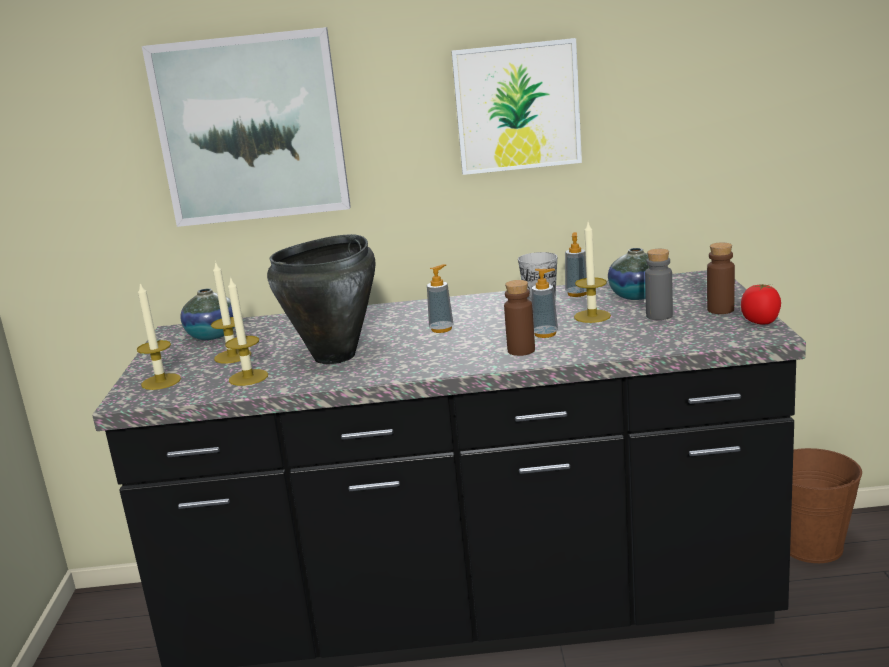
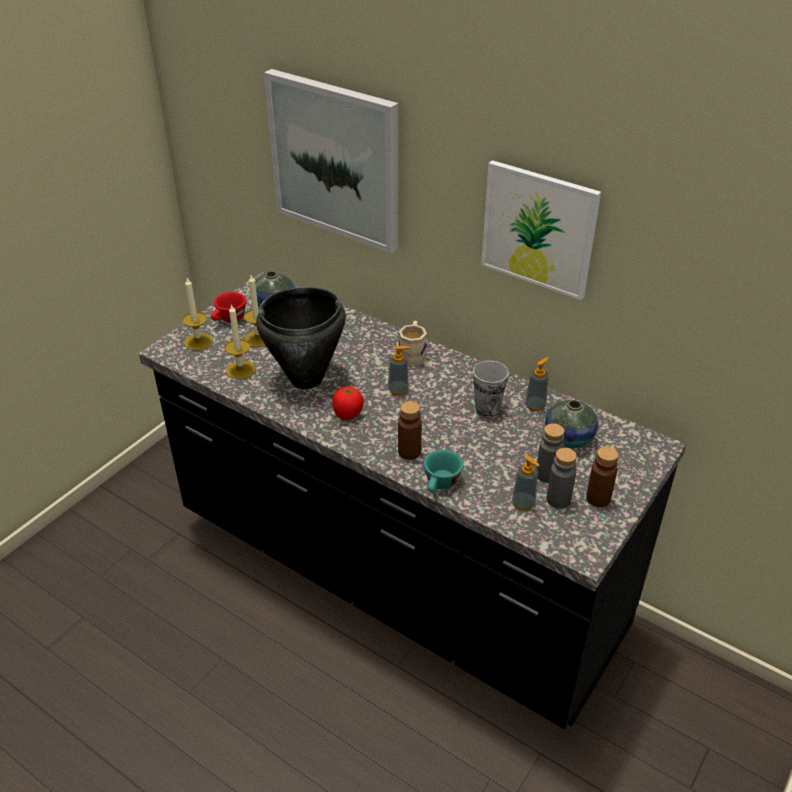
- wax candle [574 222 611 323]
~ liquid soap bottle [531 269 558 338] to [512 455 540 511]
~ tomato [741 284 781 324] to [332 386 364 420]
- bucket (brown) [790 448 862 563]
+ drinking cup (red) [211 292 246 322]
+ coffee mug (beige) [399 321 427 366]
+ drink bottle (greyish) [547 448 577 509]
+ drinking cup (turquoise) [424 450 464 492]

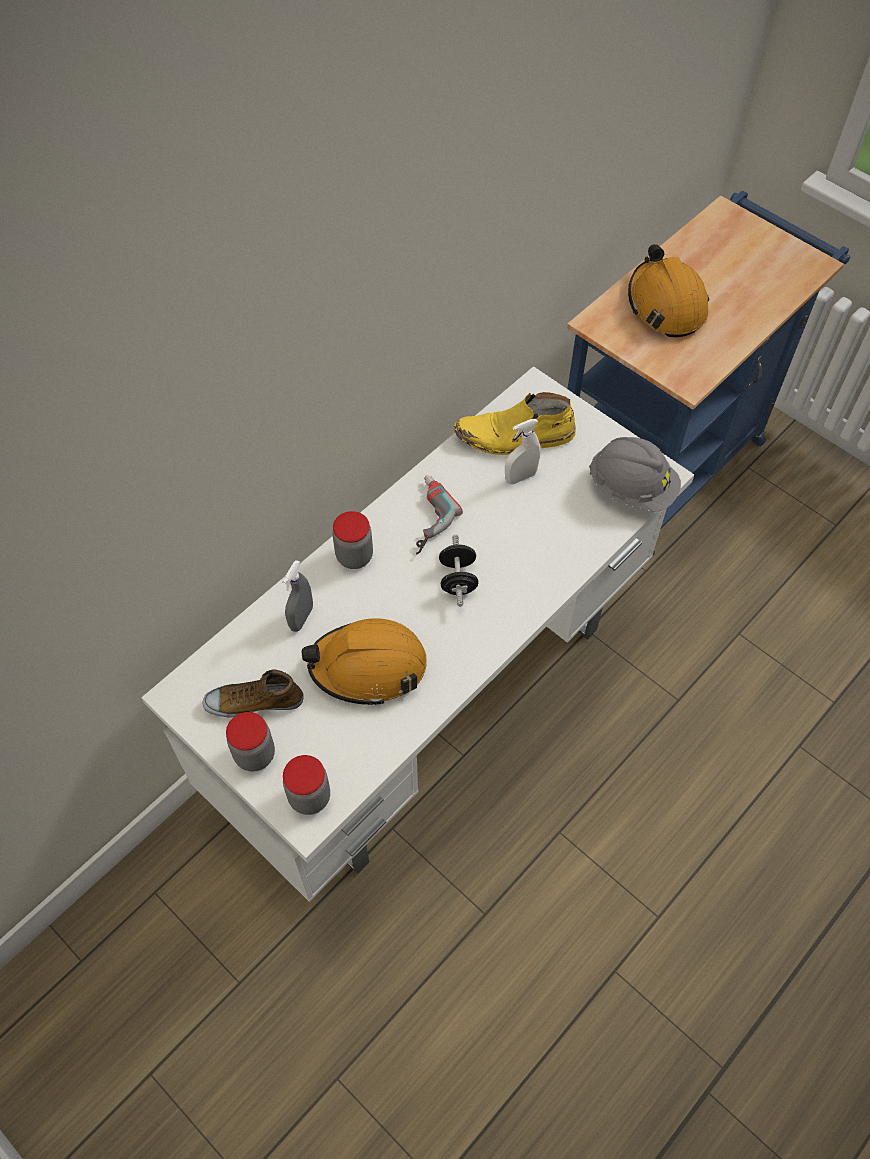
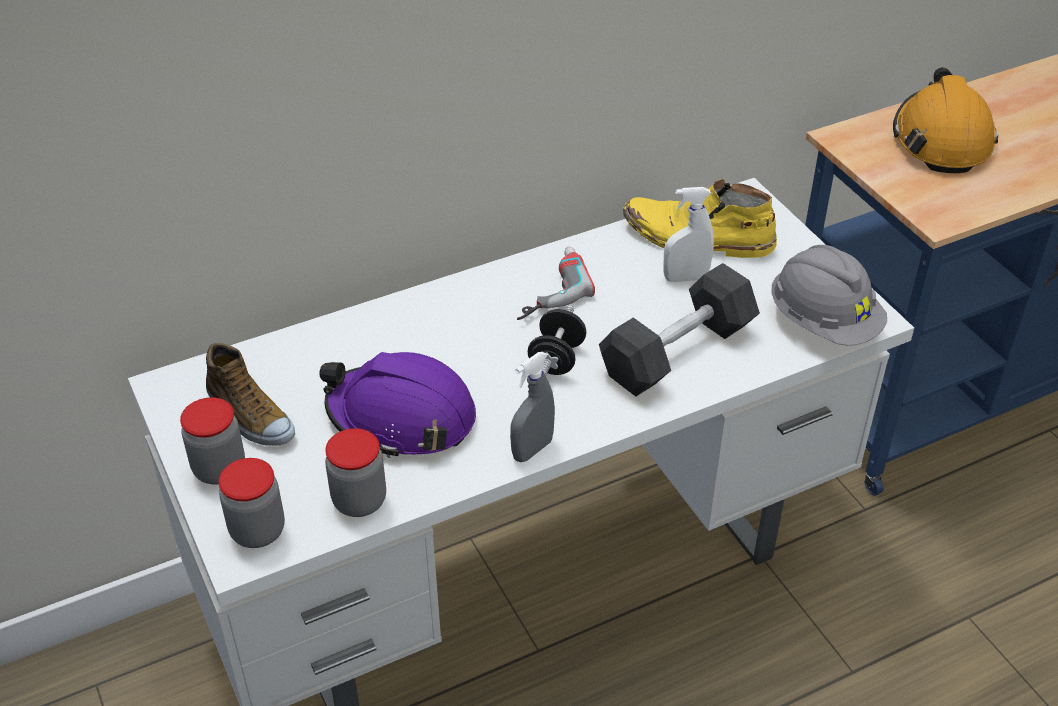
~ storage jar [332 511 373 569] to [325 428 386 517]
~ spray bottle (greyish) [282 560 313 632] to [510 352 555 462]
~ safety helmet (orange-coloured) [302 618 427 705] to safety helmet (purplish) [319 352 476 458]
~ low shoe [202 669 304 718] = [206 343 295 446] 150 degrees counterclockwise
+ hand weight (blackish) [599 263 760 396]

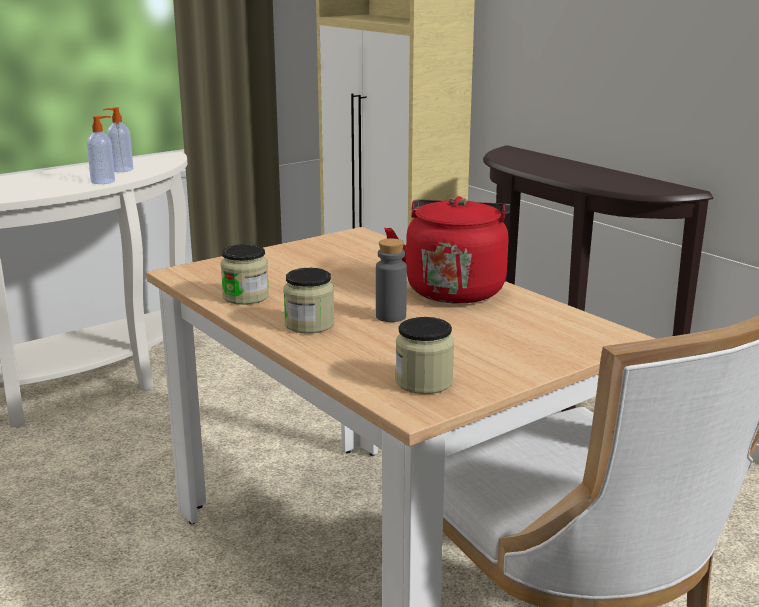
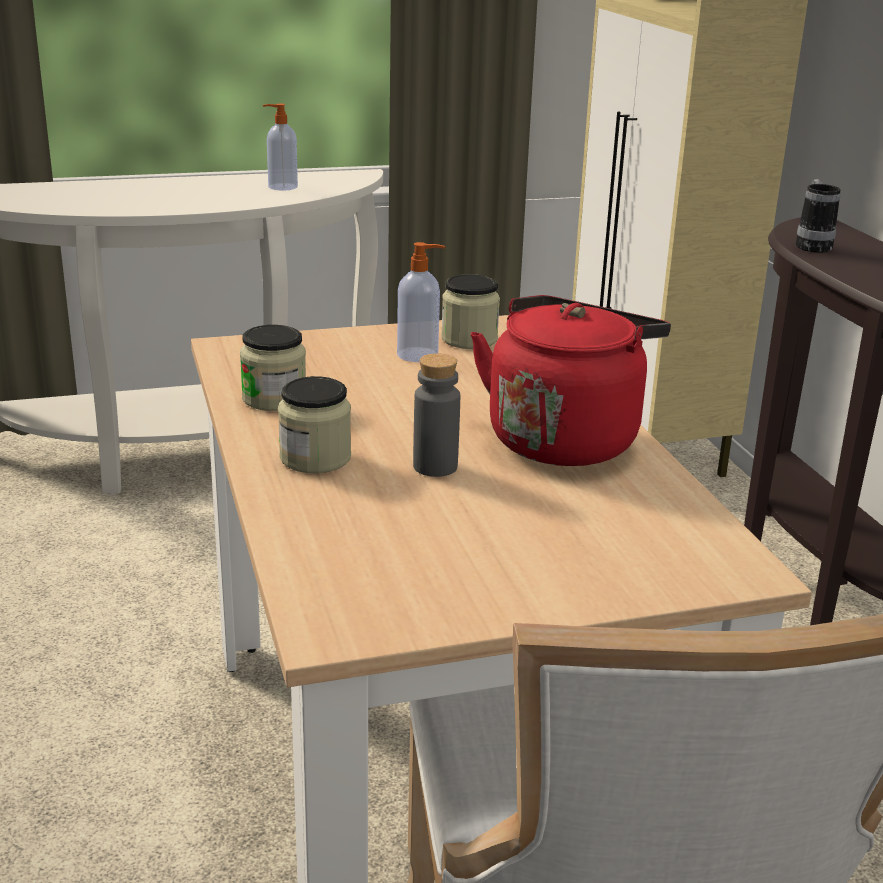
~ liquid soap bottle [87 116 115 184] to [397 242 445 362]
~ storage jar [395 317 454 394] to [441 274 500 349]
+ coffee mug [796 179 841 253]

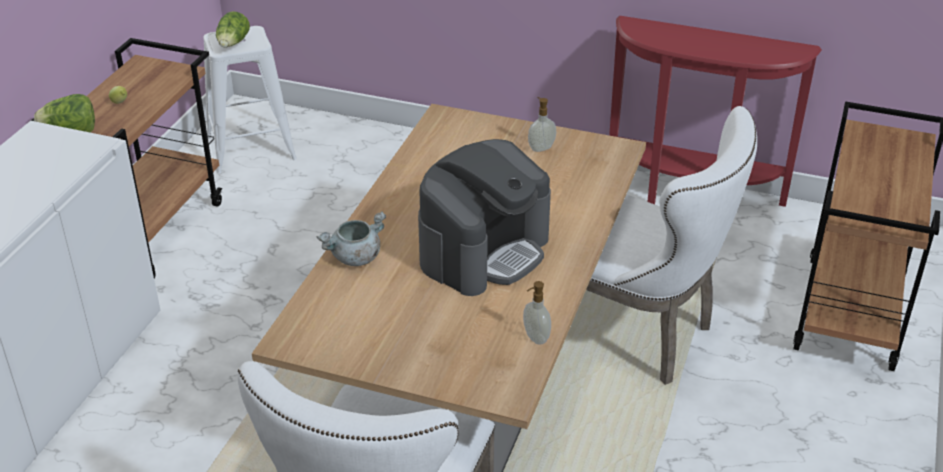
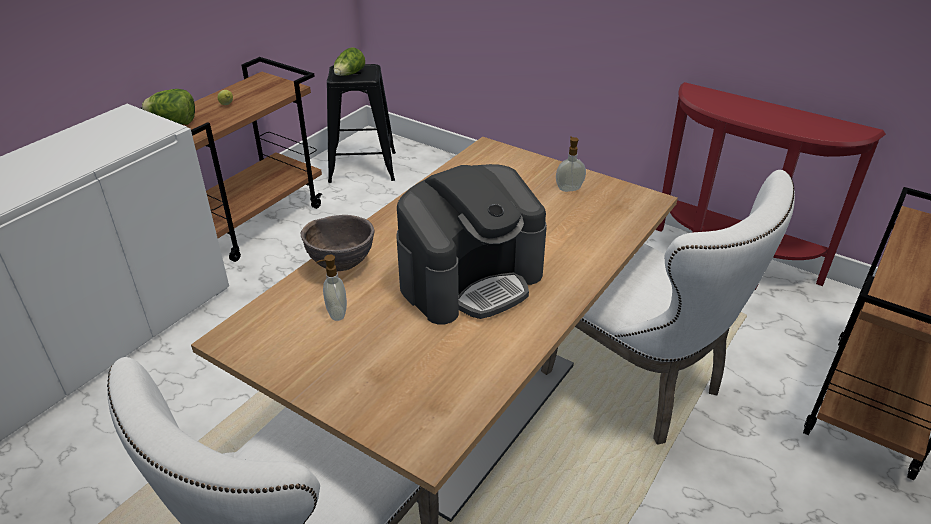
~ stool (whitish) [203 26 297 173] to stool (blackish) [327 64 396 183]
~ stockpot (greyish) [317 211 386 266] to serving bowl (brown) [301 215 374 271]
~ liquid soap bottle [523 281 551 345] to [316 255 347 321]

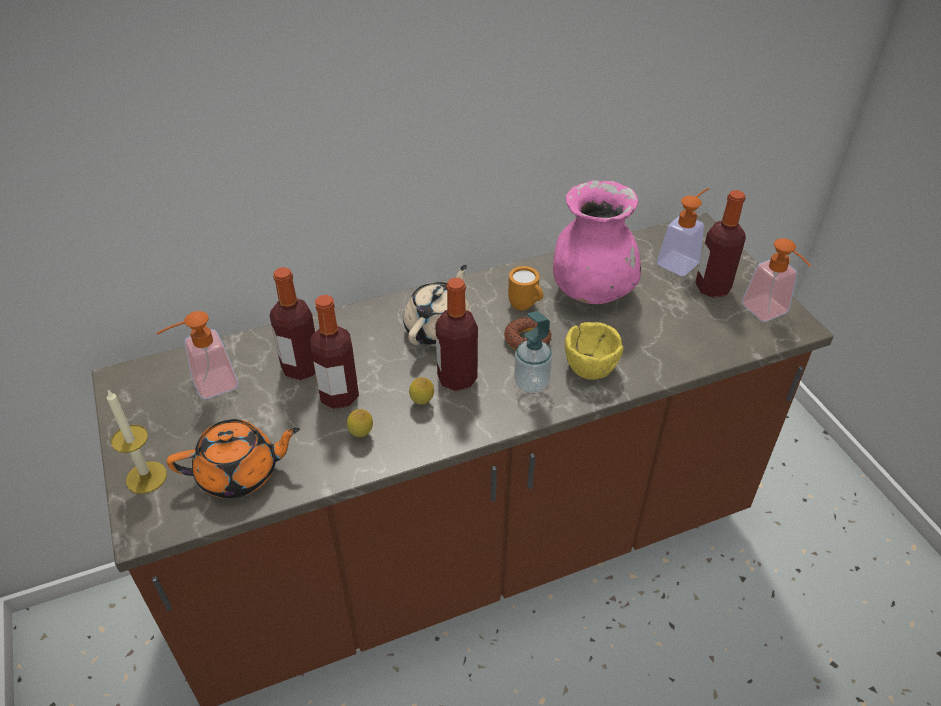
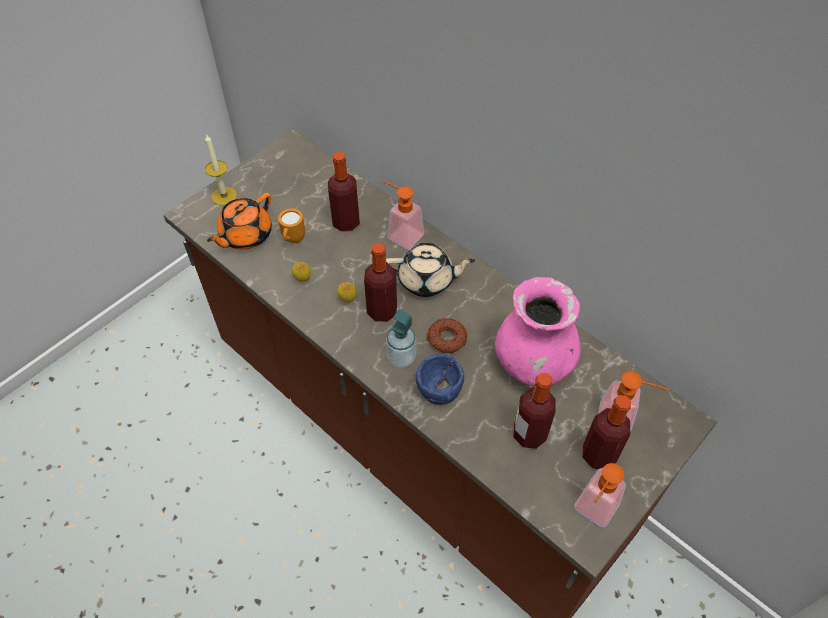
~ coffee mug (orange-coloured) [508 266 543 311] to [278 208 305 243]
~ drink bottle [310 295 359 409] to [513 373 556 449]
~ liquid soap bottle [156 311 239 399] to [382 181 424 250]
~ serving bowl (yellow) [565 322 624 380] to serving bowl (blue) [416 354 464 405]
~ tea pot (orange-coloured) [167 419 300 499] = [207 193 272 250] 75 degrees clockwise

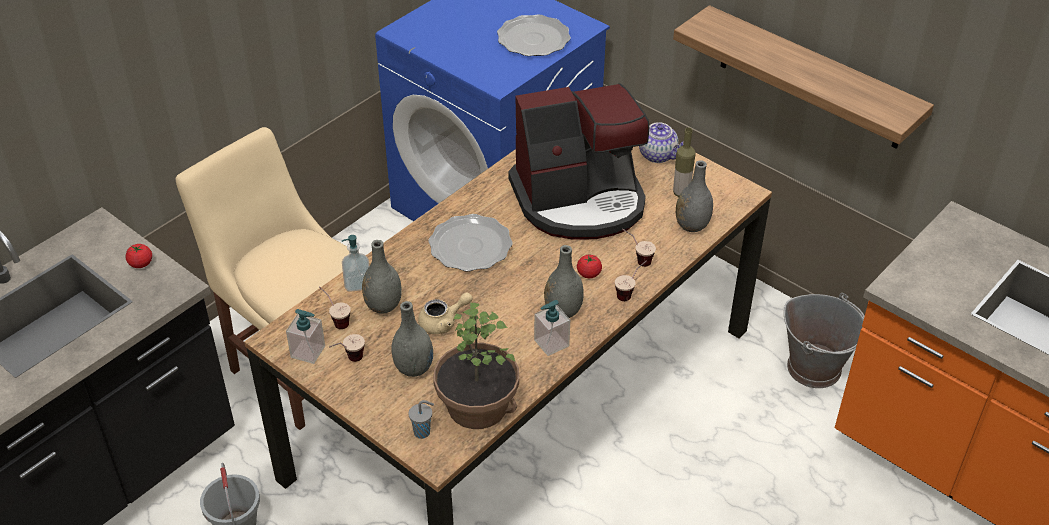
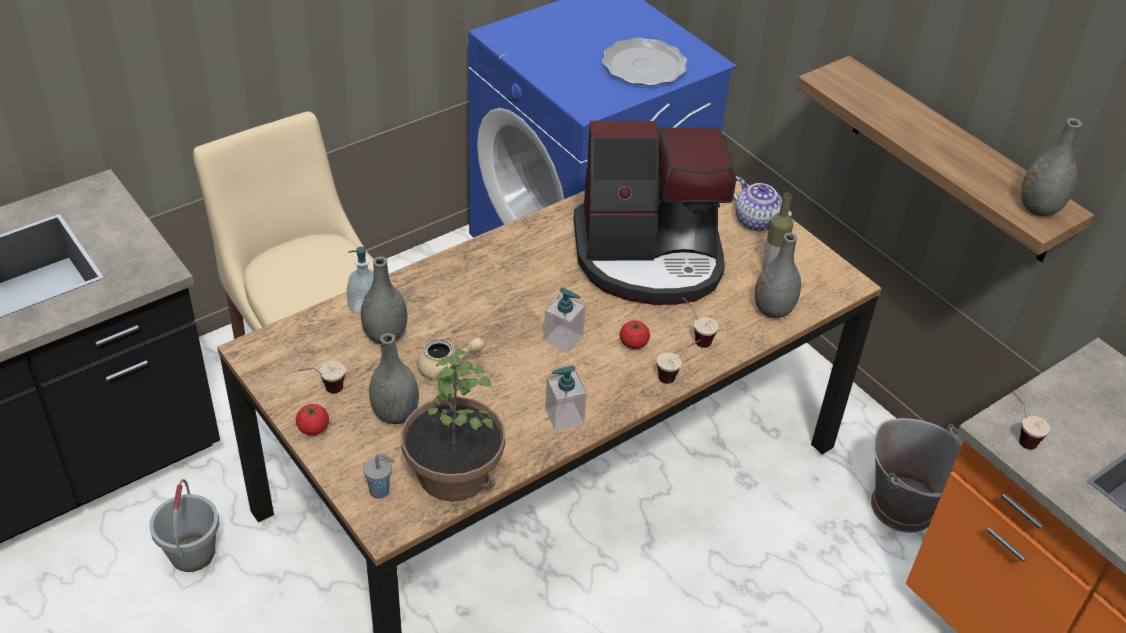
- plate [428 214 513 272]
~ tomato [125 244 152 268] to [296 404 329 435]
~ flower vase (greyish) [544 245 584 318] to [1021 118 1082 217]
~ drinking cup [319 286 351 329] to [1013 391 1050 450]
~ liquid soap bottle [286 309 325 364] to [543 287 586 353]

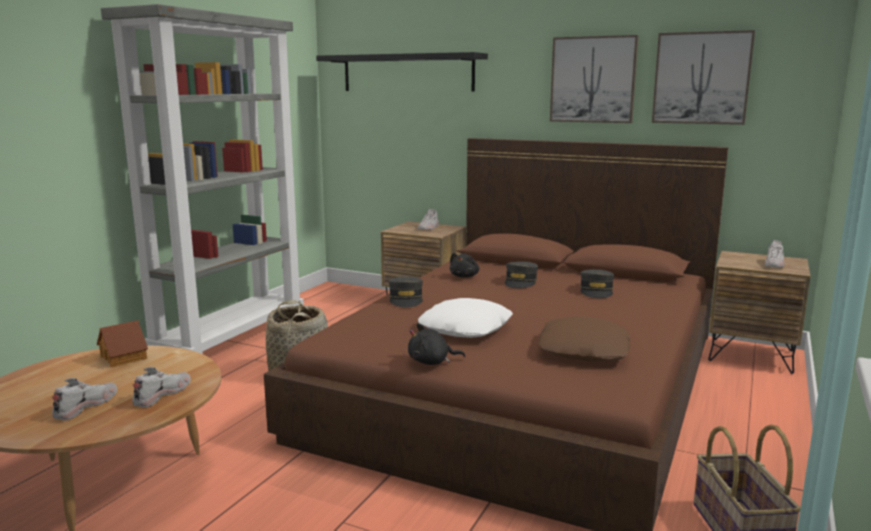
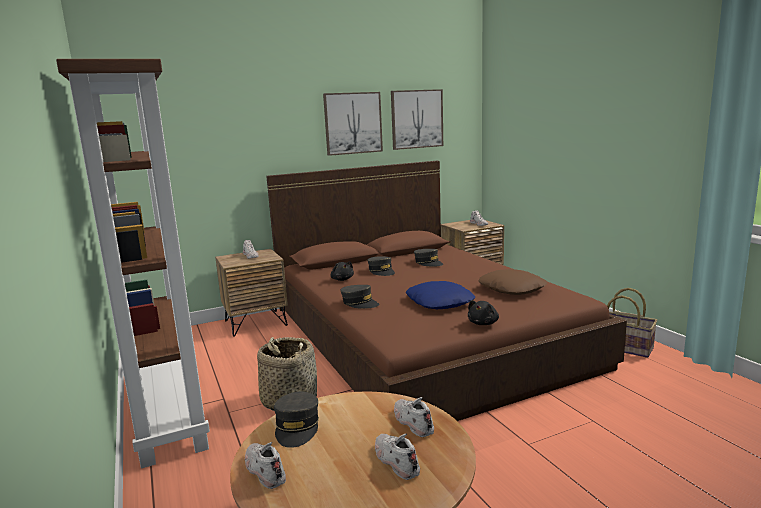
~ bookshelf (greyish) [101 4 304 354] to bookshelf (brown) [56 59 210 468]
- shelf (blackish) [316 52 488 91]
~ throw pillow (whitish) [418 298 513 338] to throw pillow (blue) [406 281 475 309]
~ miniature house [97 320 148 368] to peaked cap (greyish) [274 392 319 448]
+ low shoe (whitish) [245 442 286 489]

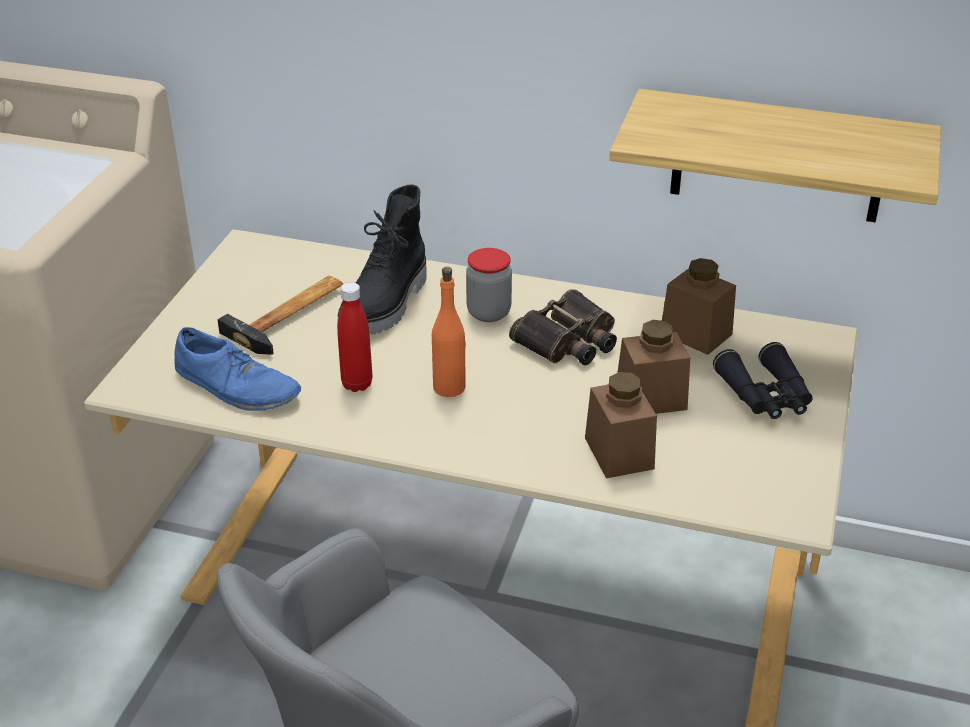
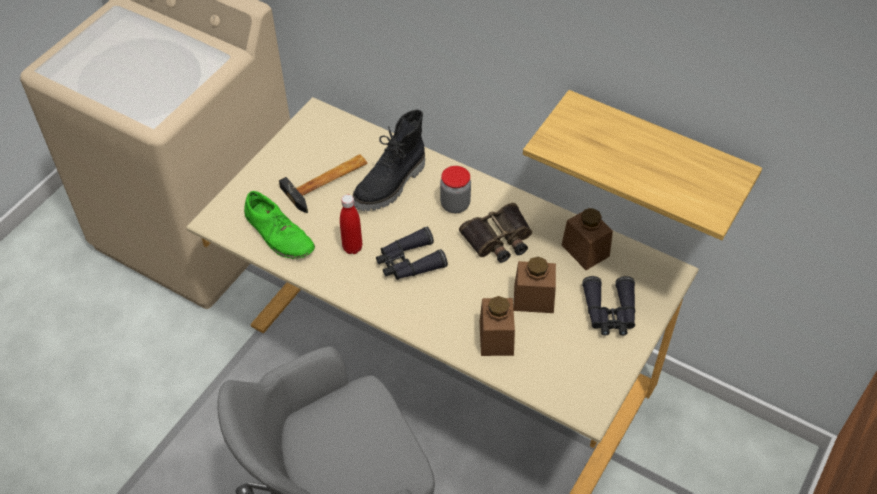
~ drink bottle (orange-coloured) [432 267 466 397] to pair of binoculars (blackish) [376 227 448 280]
~ low shoe (blue) [174 327 301 411] to low shoe (green-coloured) [244 191 315 259]

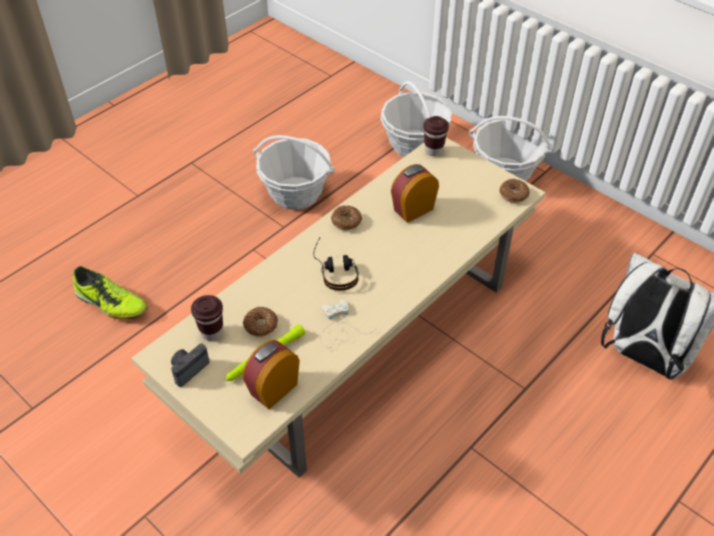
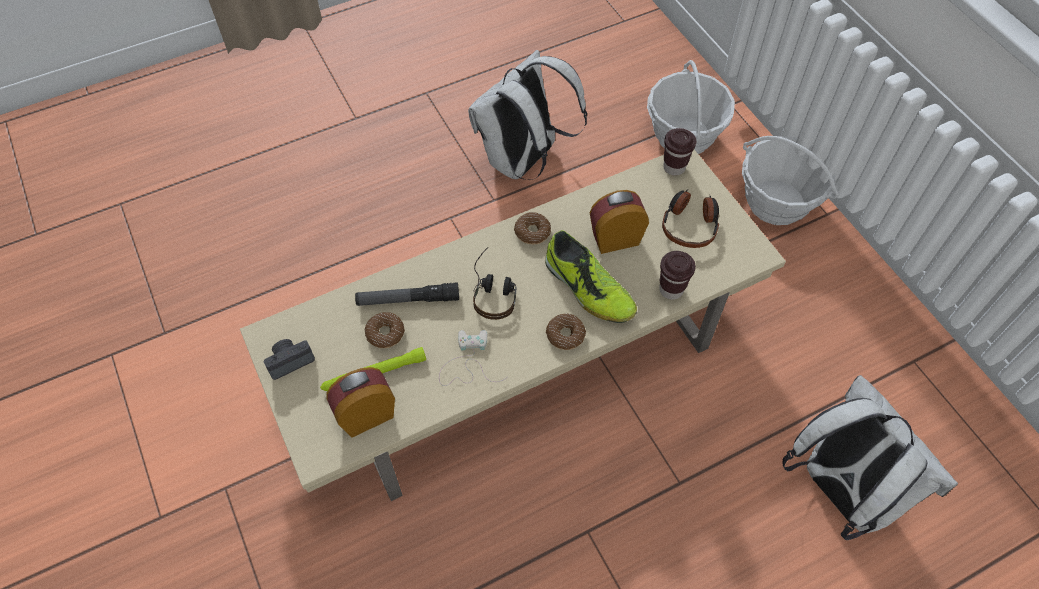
~ storage basket [253 135 335 210] to backpack (whitish) [468 50 587 180]
~ doughnut [500 179 530 203] to [546 314 586 350]
~ low shoe [73 266 147 320] to [545 230 637 323]
~ drinking cup (brown) [191 295 223 341] to [659 251 696 299]
+ pair of headphones [662 189 719 248]
+ hand torch [355 282 459 306]

